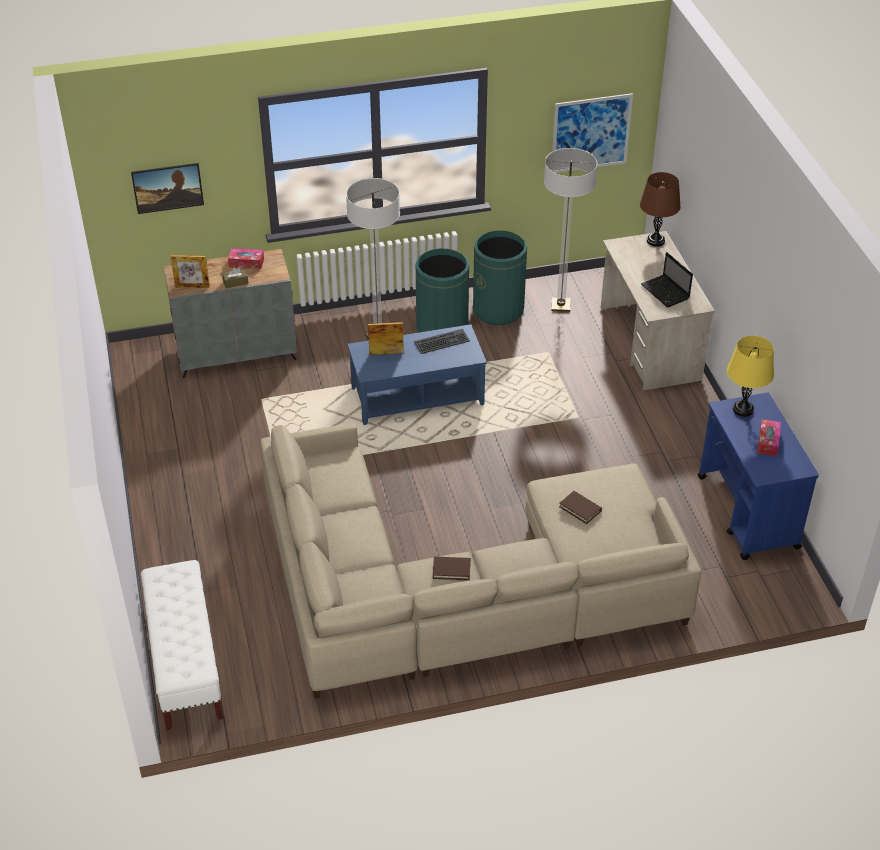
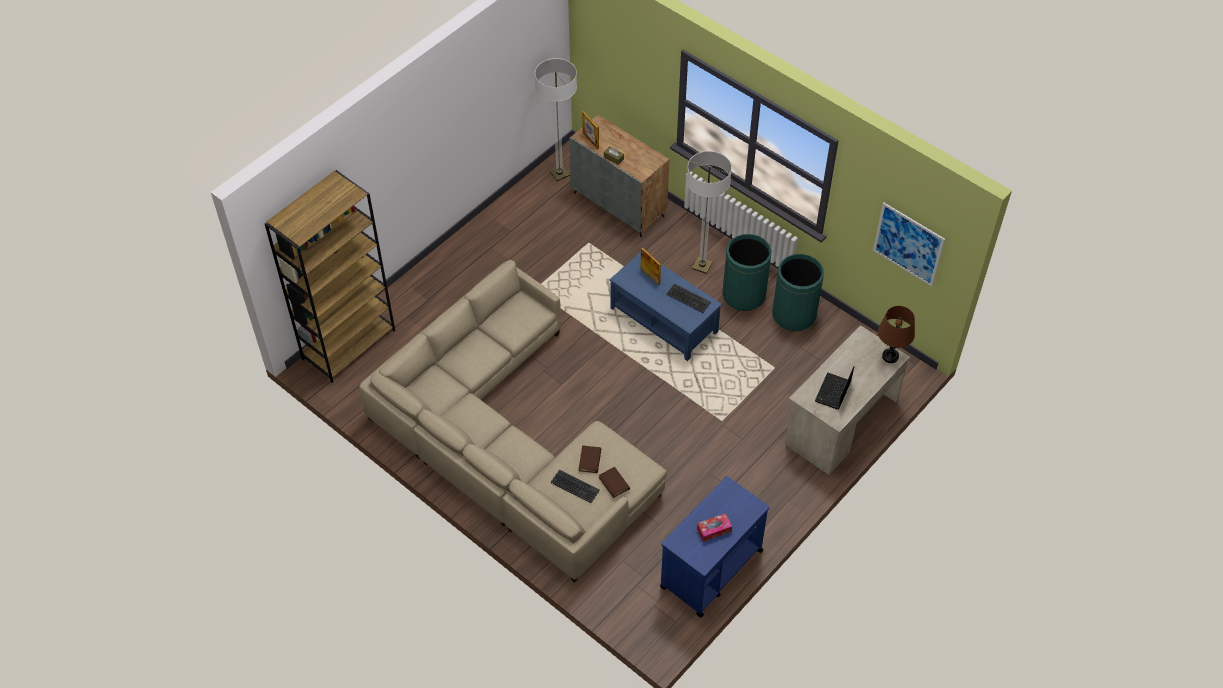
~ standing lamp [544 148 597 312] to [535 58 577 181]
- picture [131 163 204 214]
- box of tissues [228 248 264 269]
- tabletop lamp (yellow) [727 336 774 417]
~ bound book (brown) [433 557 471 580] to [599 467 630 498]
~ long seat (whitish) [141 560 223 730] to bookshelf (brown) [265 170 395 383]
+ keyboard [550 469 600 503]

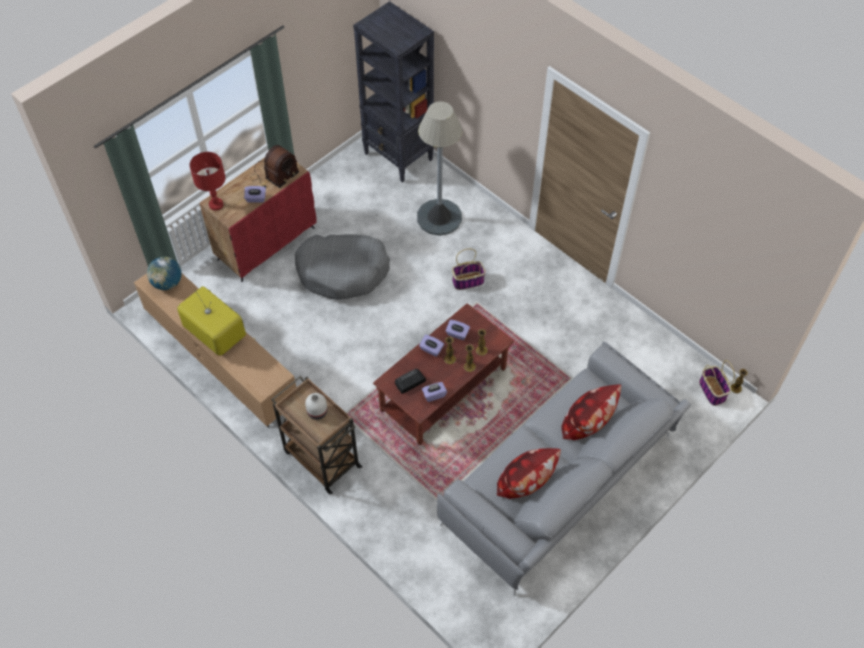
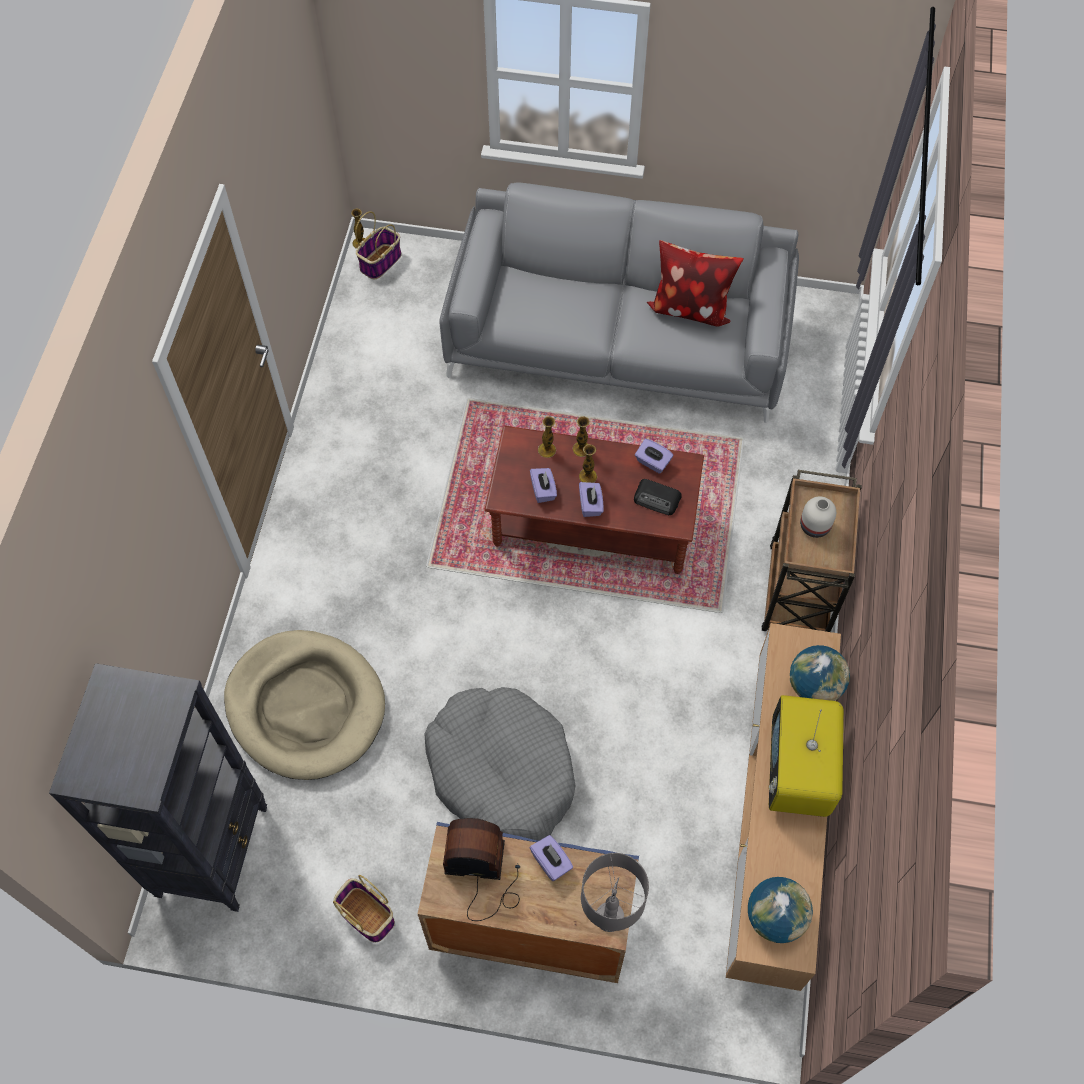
~ standing lamp (greyish) [417 101 462 236] to dog bed (beige) [224 630 385 780]
~ tabletop lamp (red) [190 152 226 211] to tabletop lamp (greyish) [581 853 649 932]
~ cabinet (red) [200 158 317 282] to cabinet (blue) [418 822 639 983]
~ storage basket [452 249 486 290] to [333 875 395 942]
- throw pillow [561 384 621 440]
+ world globe [790 645 850 701]

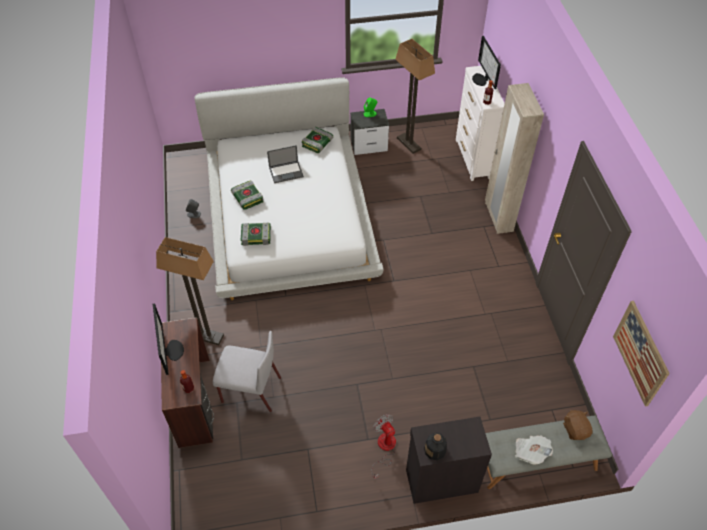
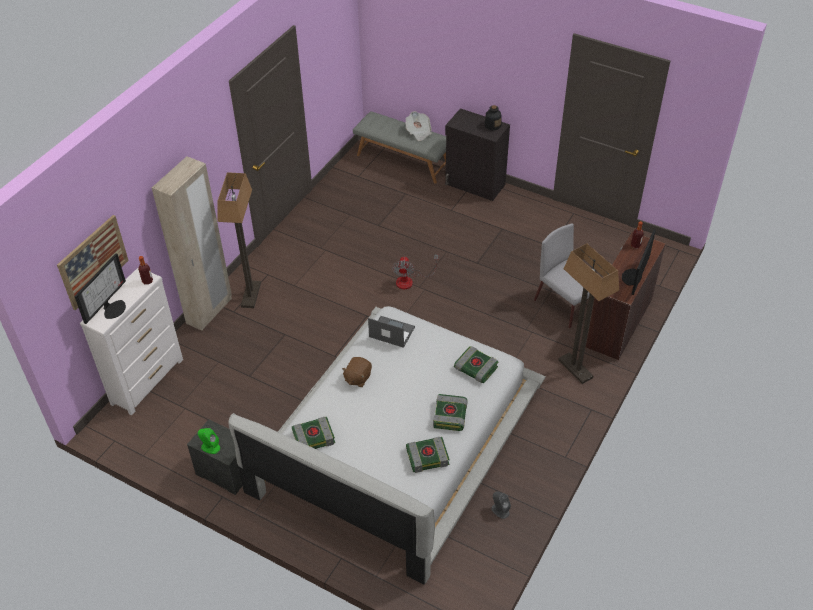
~ standing lamp [395 39 435 154] to [217 172 261 308]
~ laptop [267 145 304 183] to [368 316 415 348]
~ picture [613 301 670 406] to [57 215 129 311]
~ soft toy (brown) [563 410 592 440] to [342 357 372 387]
~ fan [371 414 396 479] to [392 254 439 289]
+ bound book [406 437 450 473]

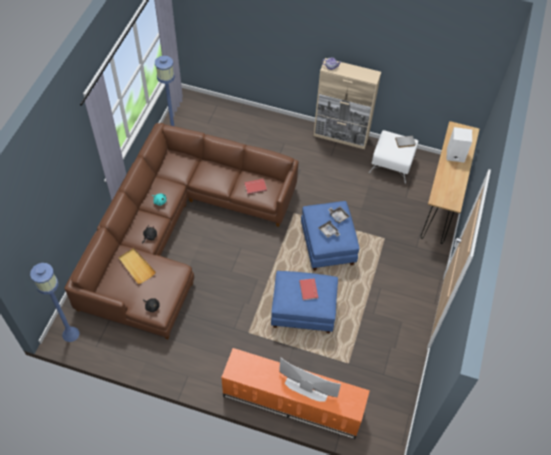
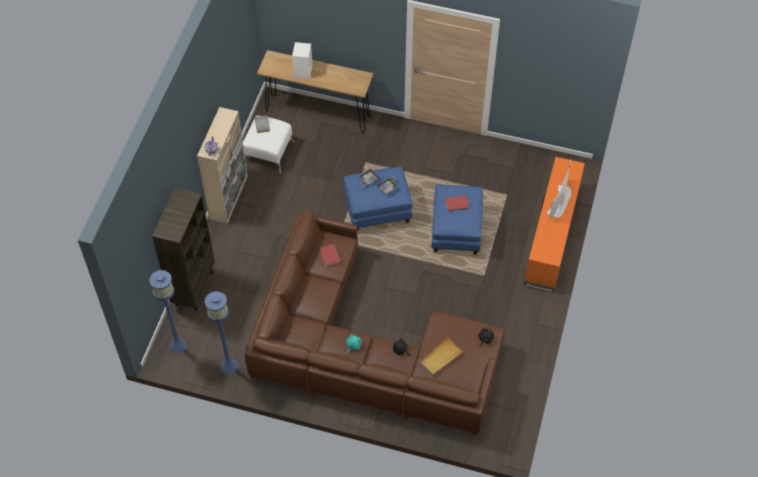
~ standing lamp (blue) [30 263 80 342] to [149 270 187 354]
+ bookshelf (brown) [152 187 215 311]

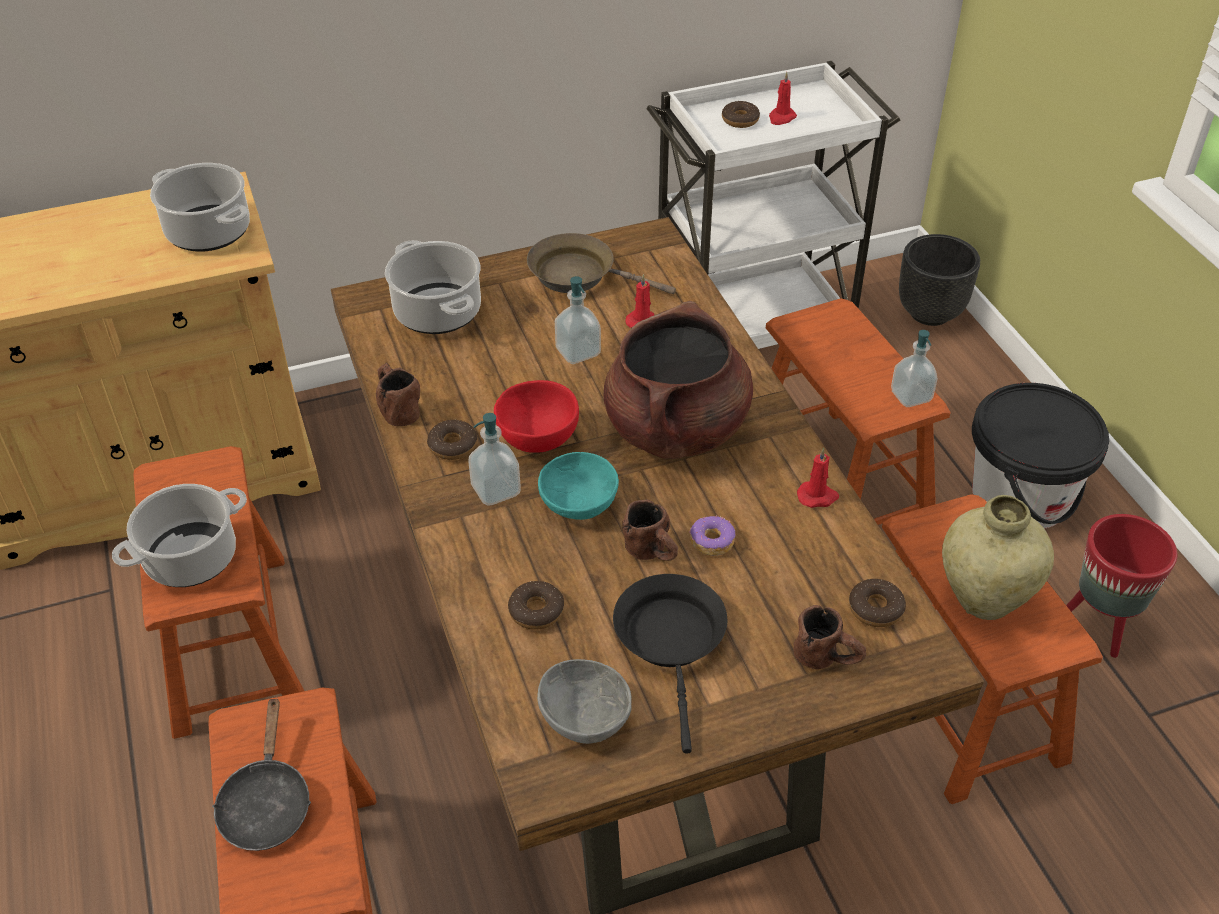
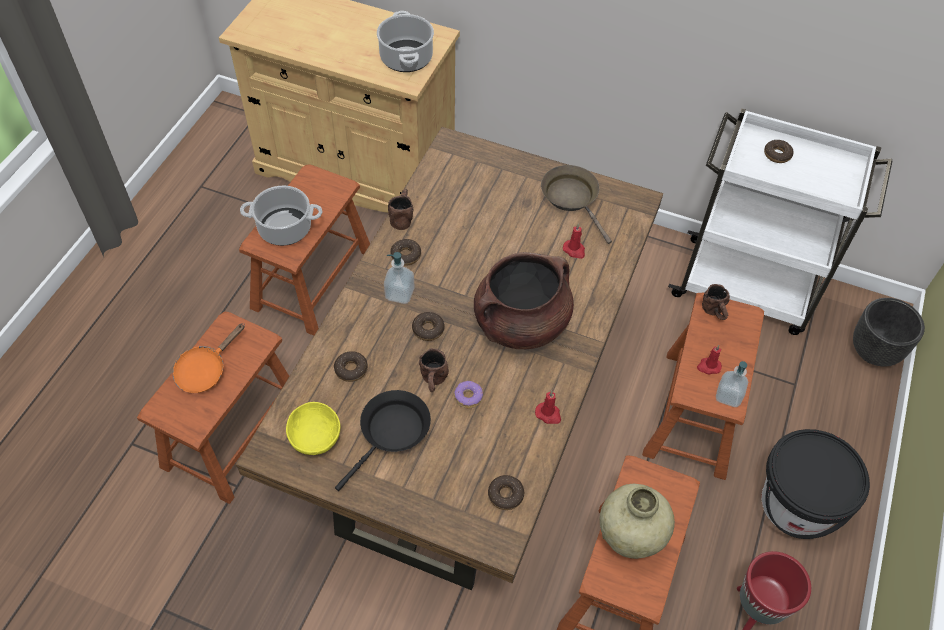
~ wax candle (red) [769 72 797 125] to [697 345 722 374]
- stockpot [385 240 481 334]
- liquid soap bottle [555 276 601 364]
- serving bowl (red) [494 380 579 453]
~ serving bowl (turquoise) [538 452 619 520] to doughnut [412 312 445 341]
~ coffee mug (brown) [793 605 866 670] to [702 284 730 320]
~ serving bowl (greyish) [537 659 632 744] to serving bowl (yellow) [286 402 340 455]
~ skillet (blackish) [212 696 311 851] to skillet (orange-coloured) [173 323 245 393]

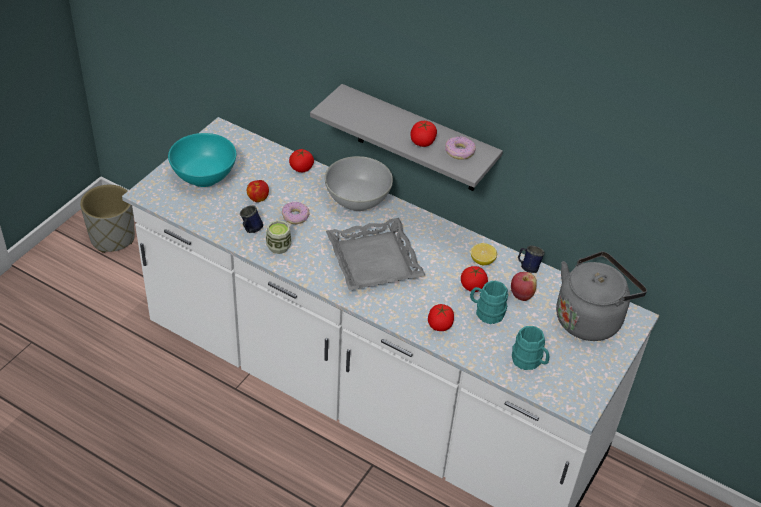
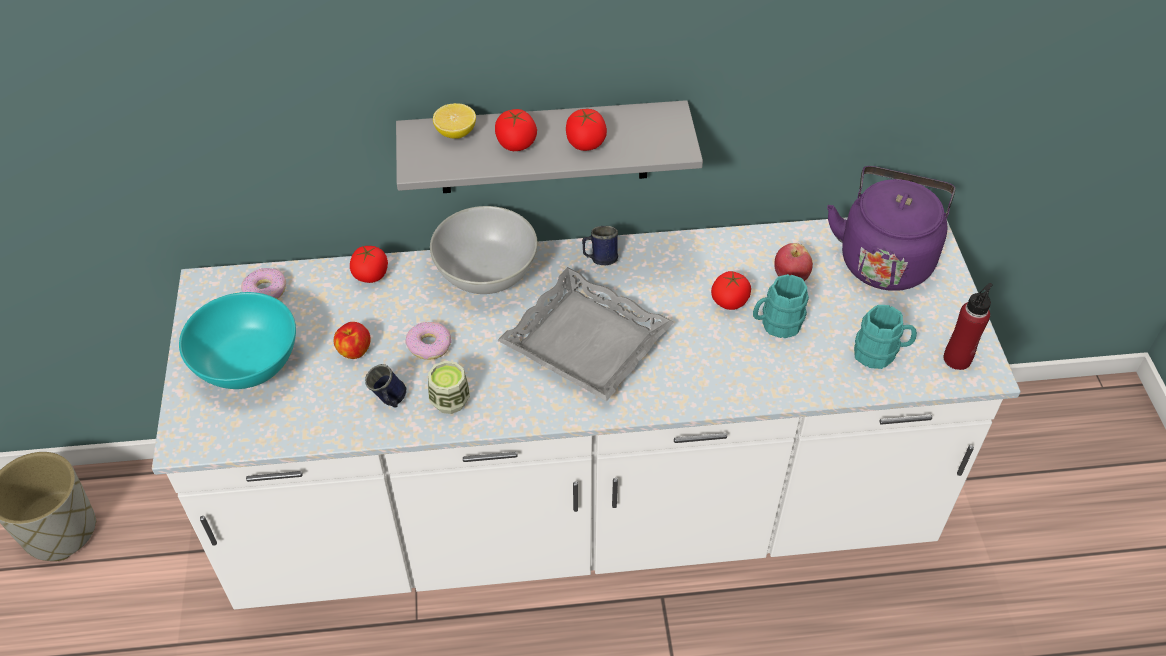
~ doughnut [445 136 476 160] to [241 268 286 299]
~ citrus fruit [471 243 497 265] to [433 103 476 139]
~ coffee mug (blue) [518 246 545 273] to [582 226 618 266]
~ kettle (greyish) [556 251 647 341] to kettle (purplish) [827 166 956 291]
~ tomato [428 304 454 331] to [495 109 537 151]
+ drink bottle (red) [944 283 993 370]

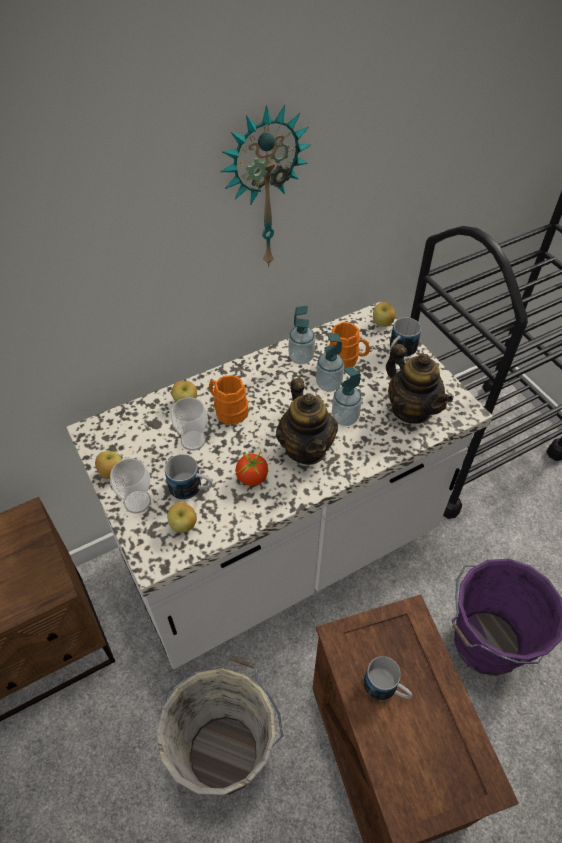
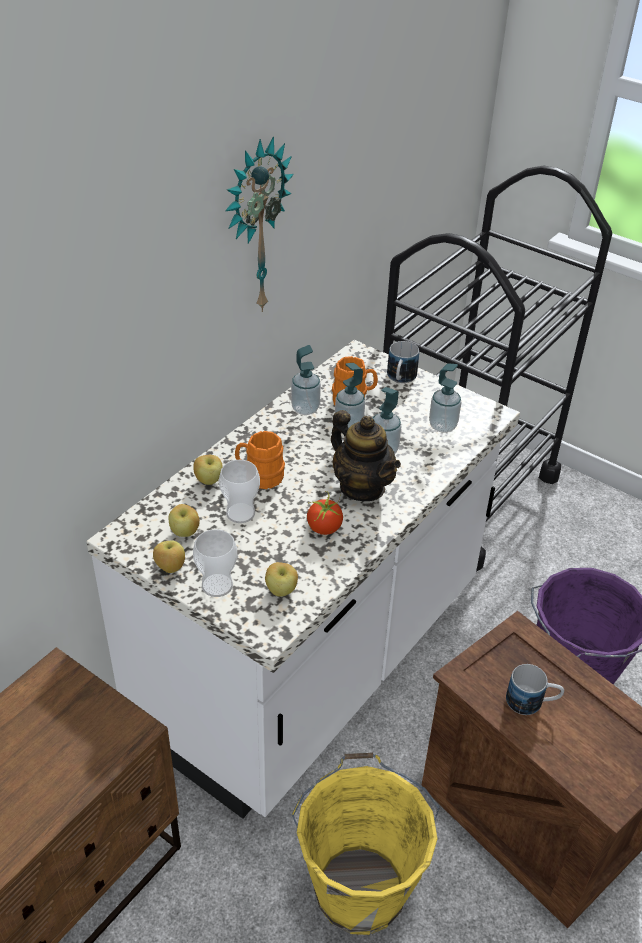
~ whole apple [373 302 395 327] to [168 504 200 537]
~ tea pot [386 344 453 424] to liquid soap bottle [429 363 461 433]
- coffee mug [165 454 213 500]
~ bucket (greyish) [156 656 283 795] to bucket (yellow) [292 752 440 935]

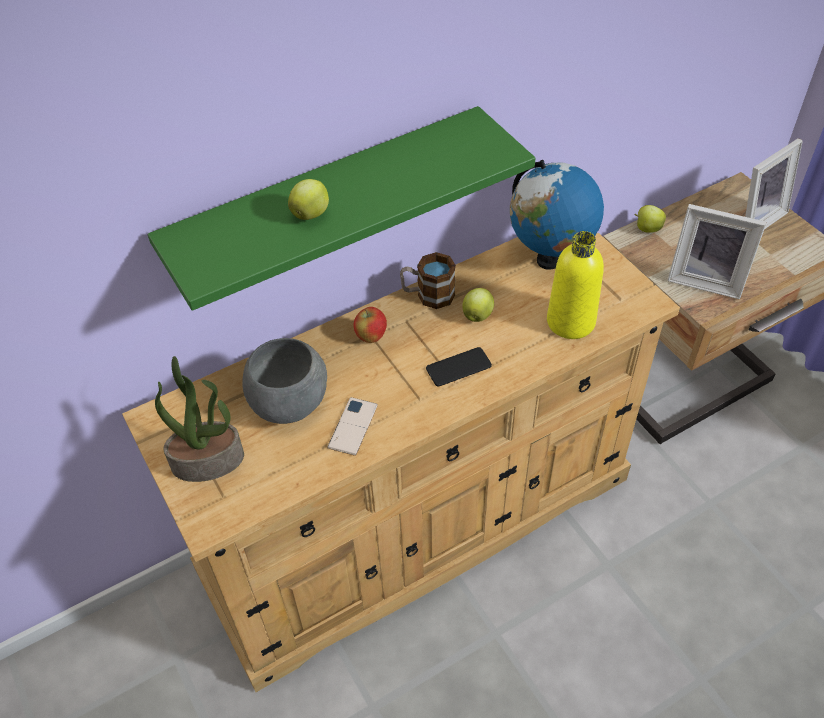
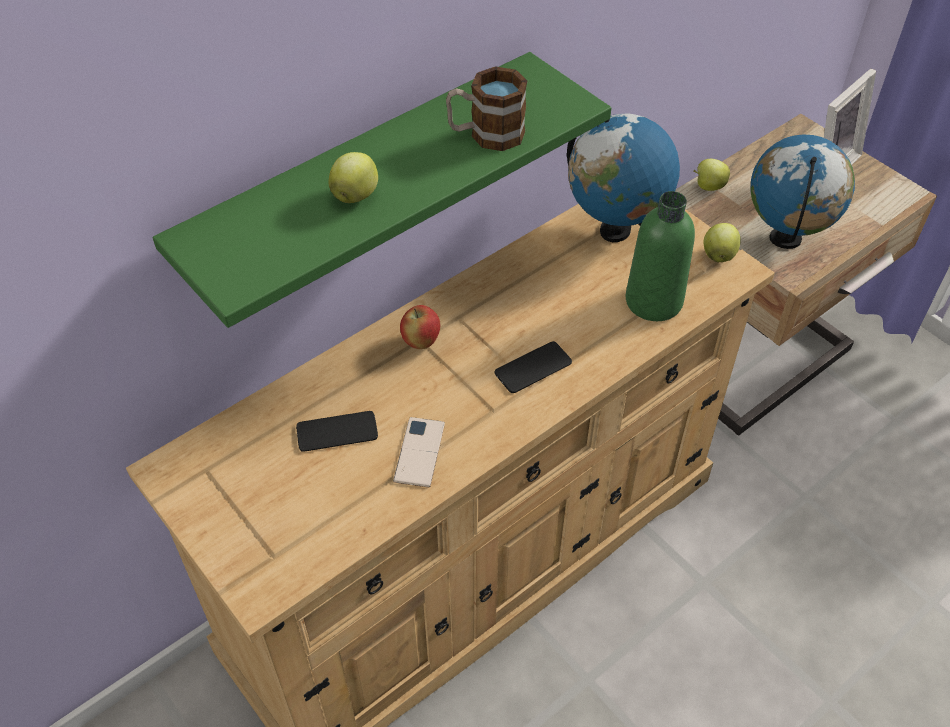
~ standing frame [667 204 767 299] to world globe [750 135 855 249]
~ drink bottle (yellow) [547 231 604 339] to drink bottle (green-coloured) [626 191 695 321]
~ coffee mug [400 252 456 309] to [446 66 527 151]
~ whole apple [462 288 494 322] to [704 223 741 262]
~ serving bowl (greyish) [242 338 327 424] to telephone [296 411 378 452]
- plant in a pot [155 356 244 482]

